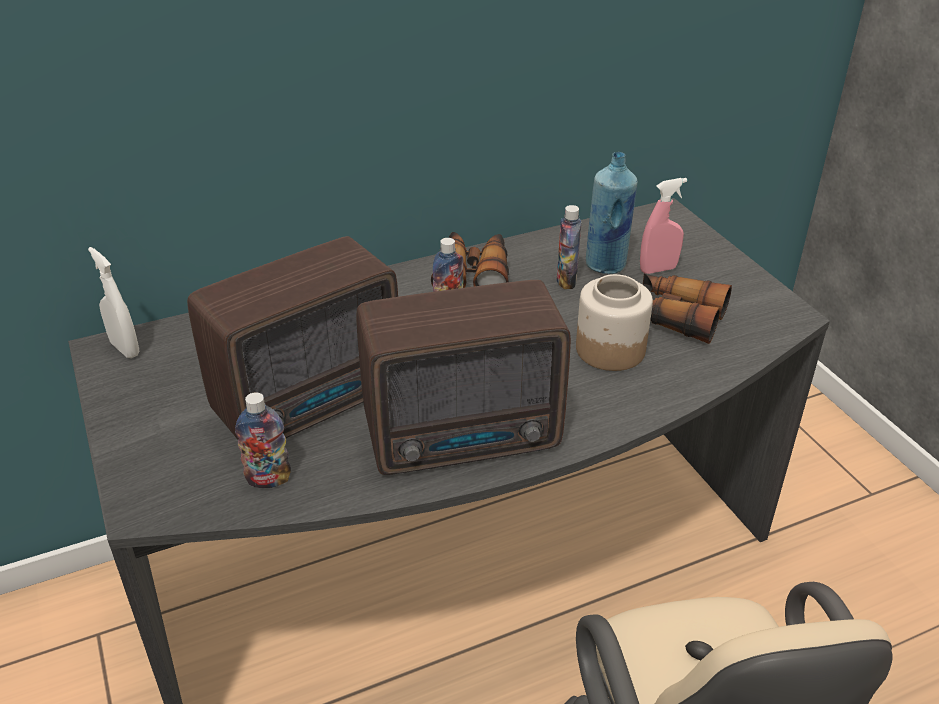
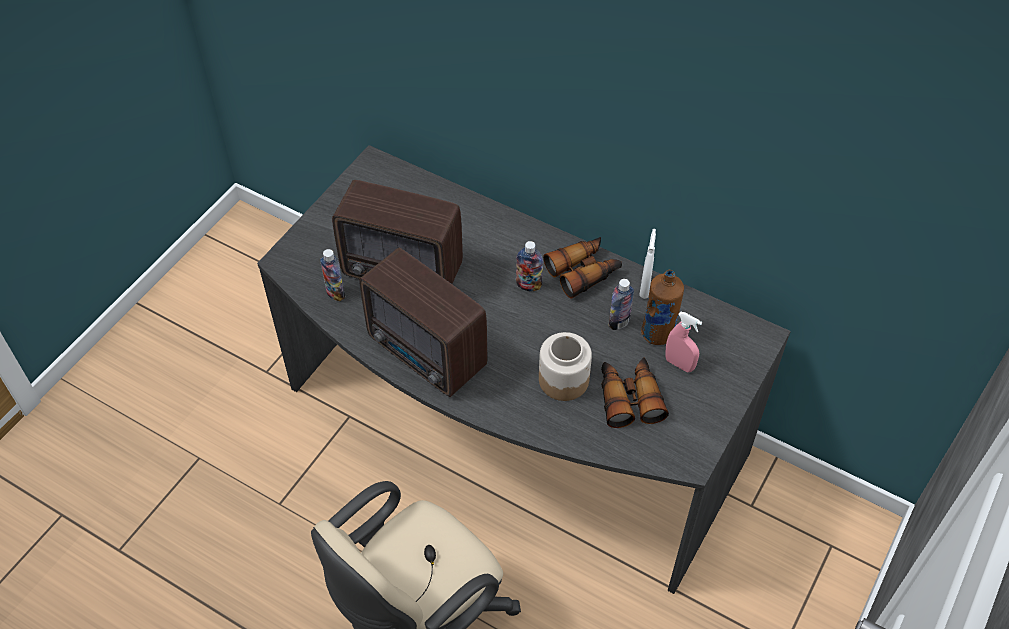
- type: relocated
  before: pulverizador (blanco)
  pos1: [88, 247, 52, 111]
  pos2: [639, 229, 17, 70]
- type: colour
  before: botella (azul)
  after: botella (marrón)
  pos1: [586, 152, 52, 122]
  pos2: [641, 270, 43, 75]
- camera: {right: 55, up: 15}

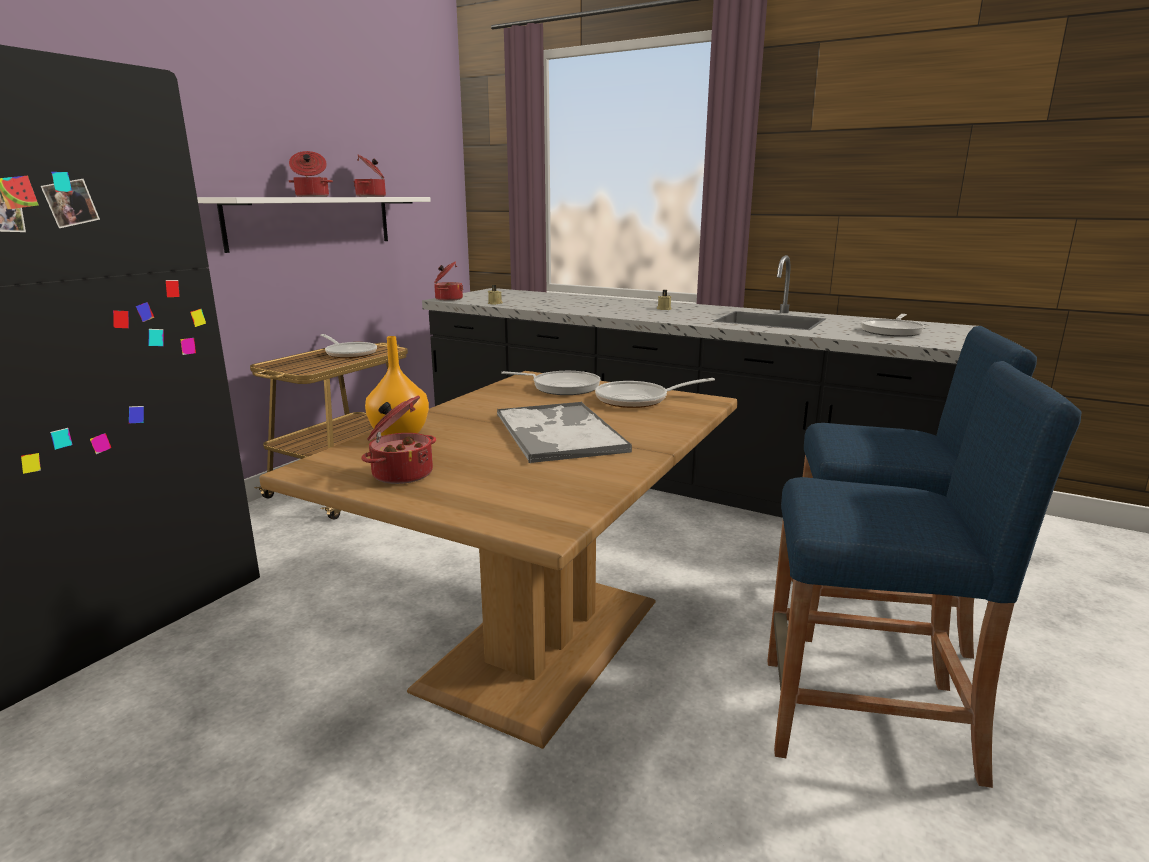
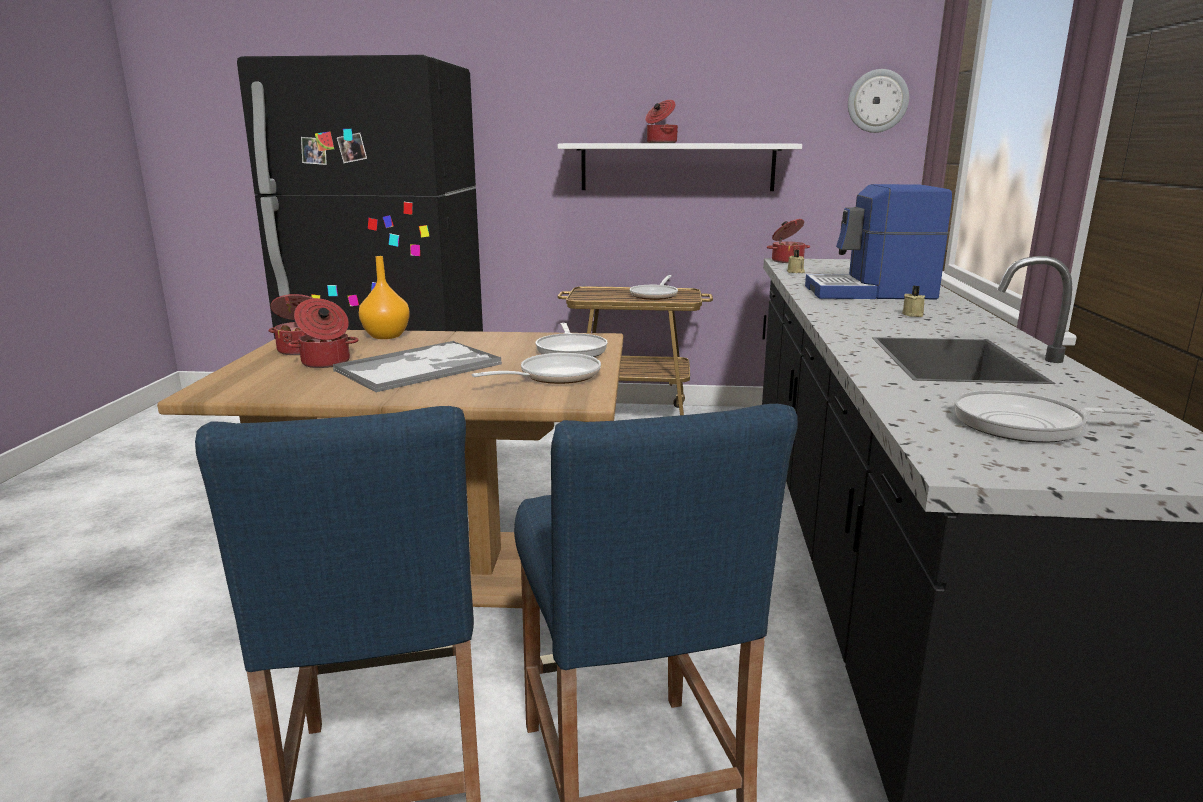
- type: relocated
  before: olla
  pos1: [354, 155, 32, 42]
  pos2: [288, 298, 71, 70]
- type: spun
  before: sartén
  pos1: [595, 378, 120, 30]
  pos2: [471, 353, 130, 31]
  turn: 90
- type: appeared
  after: cafetera
  pos2: [805, 184, 147, 115]
- type: appeared
  after: reloj de pared
  pos2: [848, 69, 61, 64]
- camera: {right: 65, up: 0}

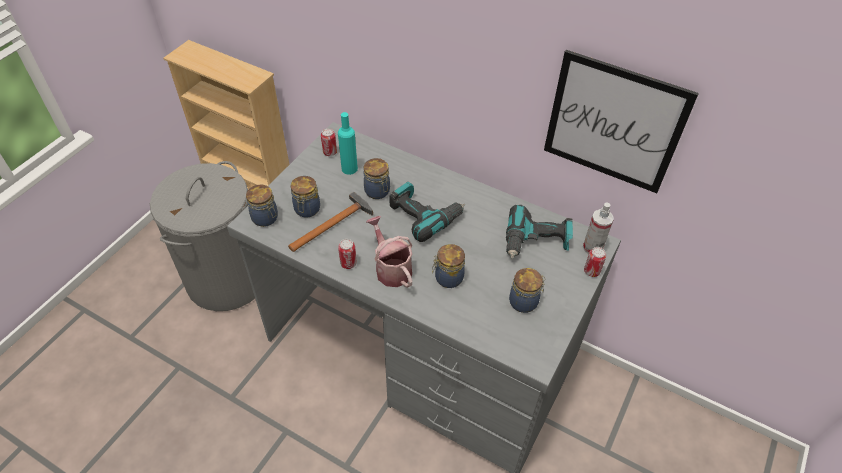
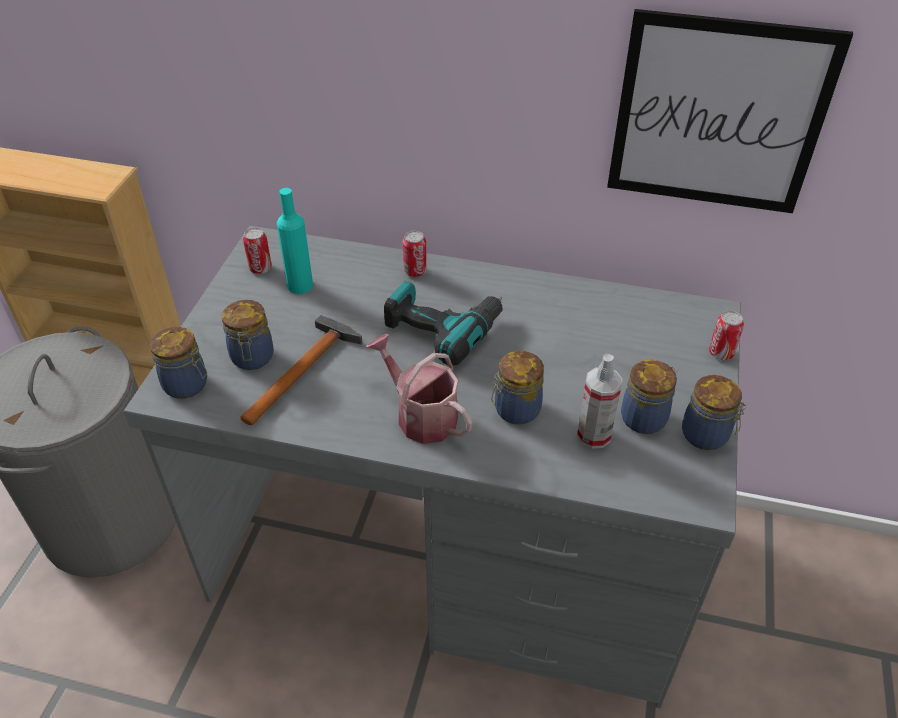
- type: relocated
  before: lata
  pos1: [338, 239, 19, 30]
  pos2: [403, 231, 24, 46]
- type: relocated
  before: pulverizador
  pos1: [583, 202, 31, 52]
  pos2: [577, 354, 45, 95]
- type: relocated
  before: tarro
  pos1: [364, 158, 26, 41]
  pos2: [682, 375, 64, 75]
- type: missing
  before: taladro
  pos1: [506, 205, 67, 54]
- camera: {right: -15, up: -5}

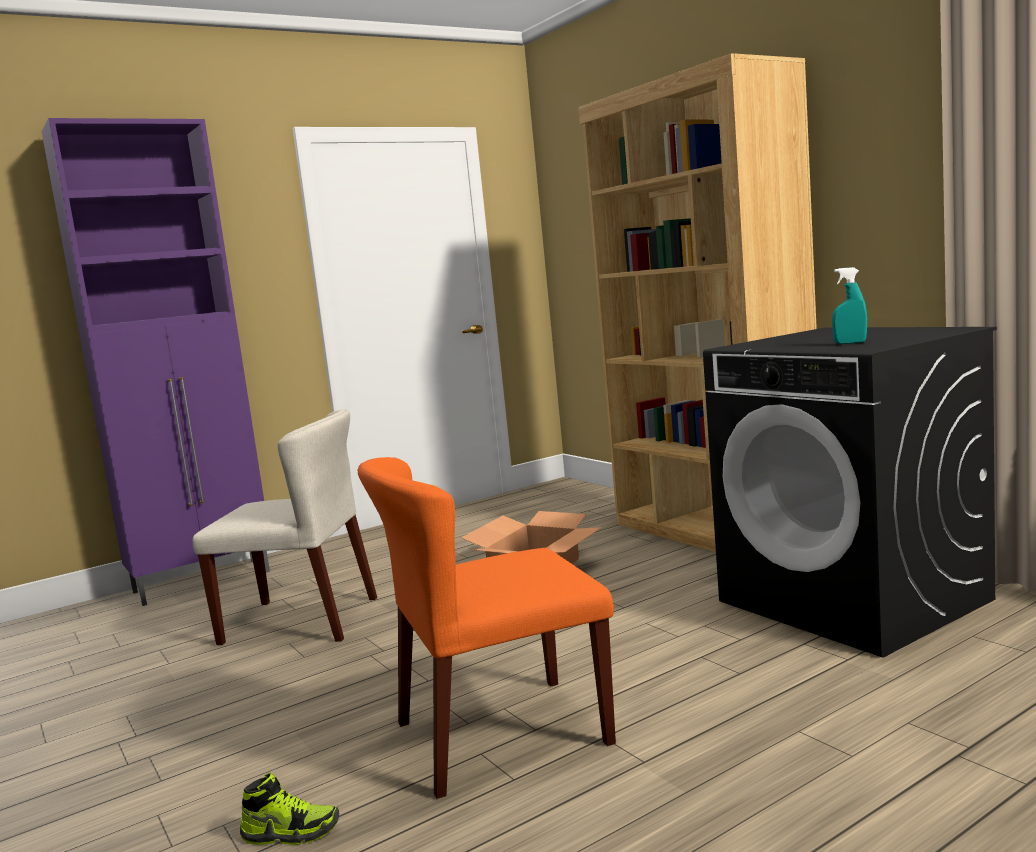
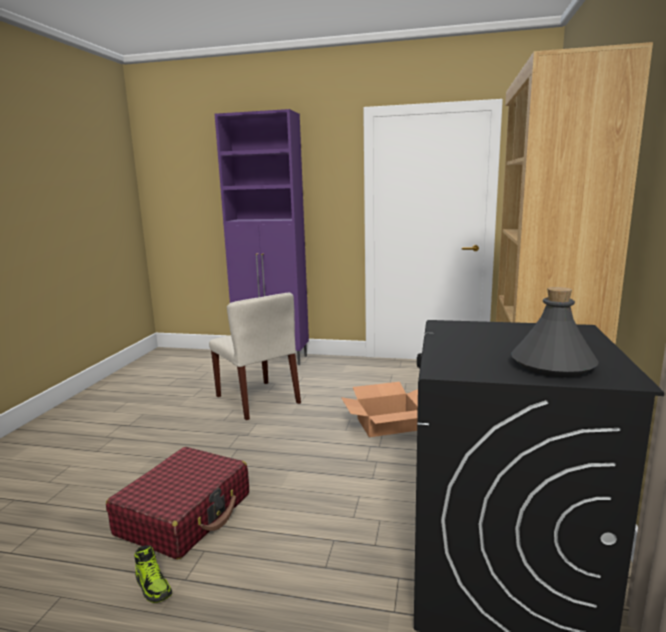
- type: exchanged
  before: silla (naranja)
  after: maleta (rojo)
  pos1: [358, 457, 258, 342]
  pos2: [106, 447, 143, 113]
- type: relocated
  before: zapato
  pos1: [240, 773, 99, 72]
  pos2: [134, 546, 38, 57]
- type: appeared
  after: botella (gris)
  pos2: [511, 287, 88, 90]
- type: missing
  before: pulverizador (turquesa)
  pos1: [832, 267, 35, 77]
- camera: {right: 45, up: 5}

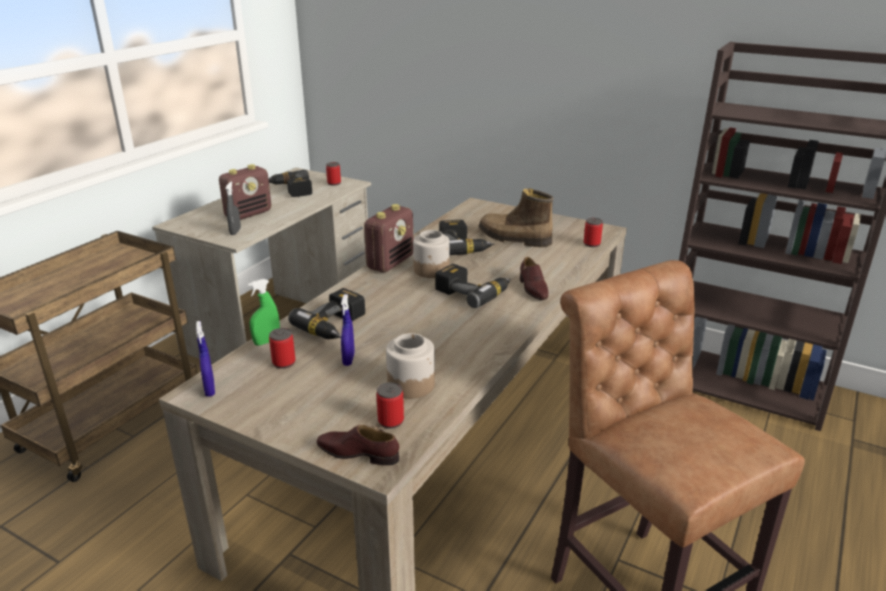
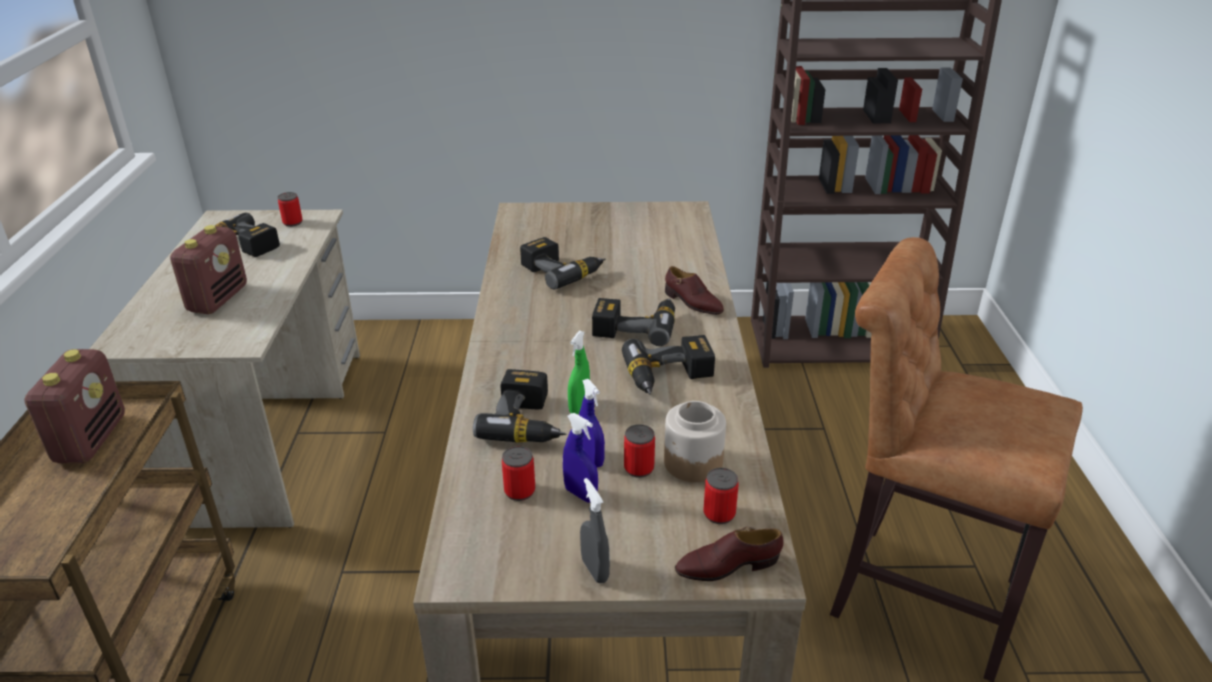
- type: relocated
  before: radio
  pos1: [364, 204, 49, 68]
  pos2: [24, 349, 101, 114]
- type: relocated
  before: pulverizador (azul)
  pos1: [196, 321, 19, 76]
  pos2: [563, 413, 35, 90]
- type: relocated
  before: pulverizador (verde)
  pos1: [248, 279, 32, 67]
  pos2: [568, 331, 22, 83]
- type: relocated
  before: pulverizador (gris)
  pos1: [225, 181, 16, 54]
  pos2: [580, 478, 30, 105]
- type: appeared
  after: taladro
  pos2: [622, 335, 93, 59]
- type: relocated
  before: lata
  pos1: [584, 218, 19, 29]
  pos2: [624, 424, 31, 54]
- type: missing
  before: tarro
  pos1: [413, 230, 37, 48]
- type: missing
  before: bota
  pos1: [479, 188, 75, 59]
- camera: {right: -30, up: 5}

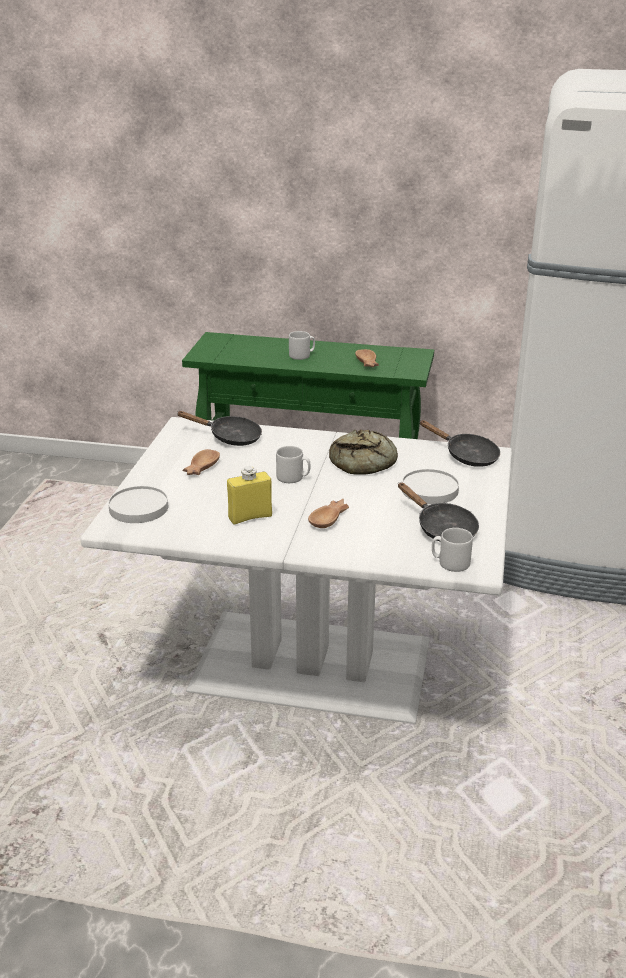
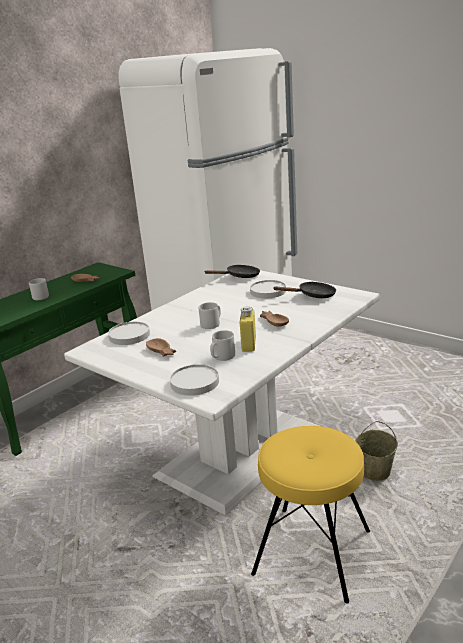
- type: exchanged
  before: sartén (negro)
  after: plato (blanco)
  pos1: [178, 411, 84, 35]
  pos2: [108, 322, 42, 23]
- type: relocated
  before: taza grande (gris)
  pos1: [432, 528, 41, 44]
  pos2: [210, 330, 25, 31]
- type: appeared
  after: taburete (amarillo)
  pos2: [251, 426, 119, 177]
- type: appeared
  after: cubo (beis)
  pos2: [355, 421, 43, 60]
- type: missing
  before: pan
  pos1: [329, 430, 69, 45]
- camera: {right: -60, up: -5}

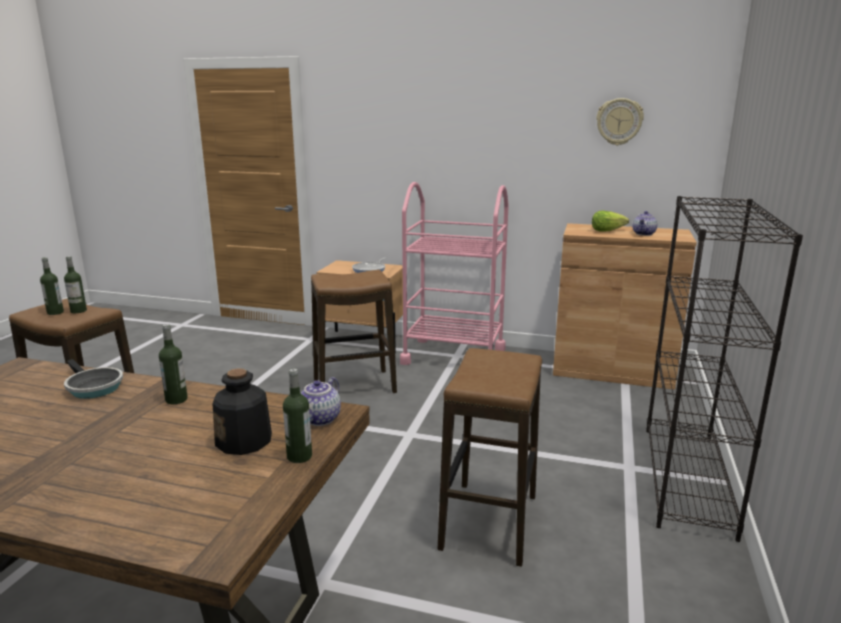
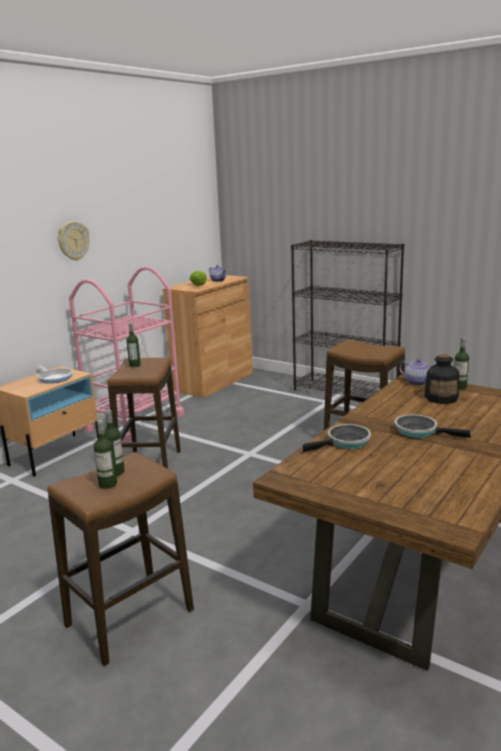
- type: relocated
  before: reloj de pared
  pos1: [596, 98, 48, 47]
  pos2: [58, 221, 32, 40]
- type: relocated
  before: botella
  pos1: [159, 324, 29, 80]
  pos2: [126, 323, 15, 44]
- type: appeared
  after: sartén
  pos2: [394, 414, 77, 24]
- camera: {right: -70, up: 0}

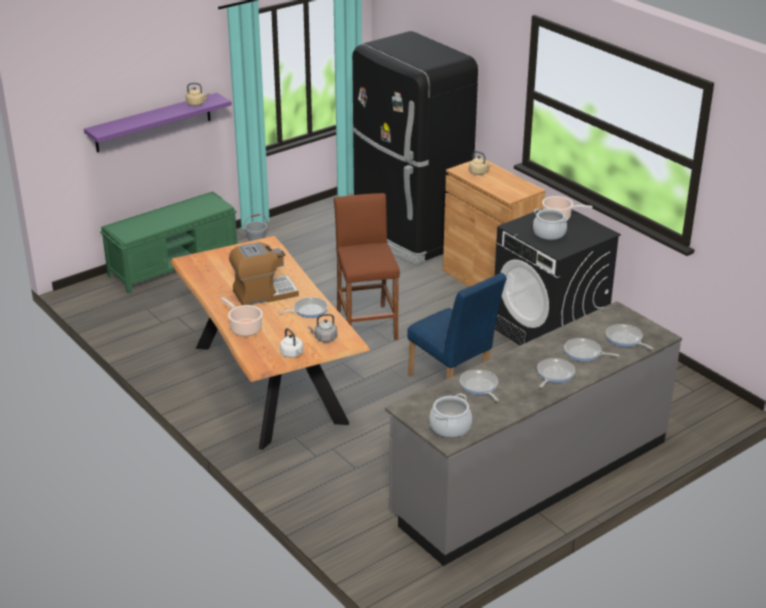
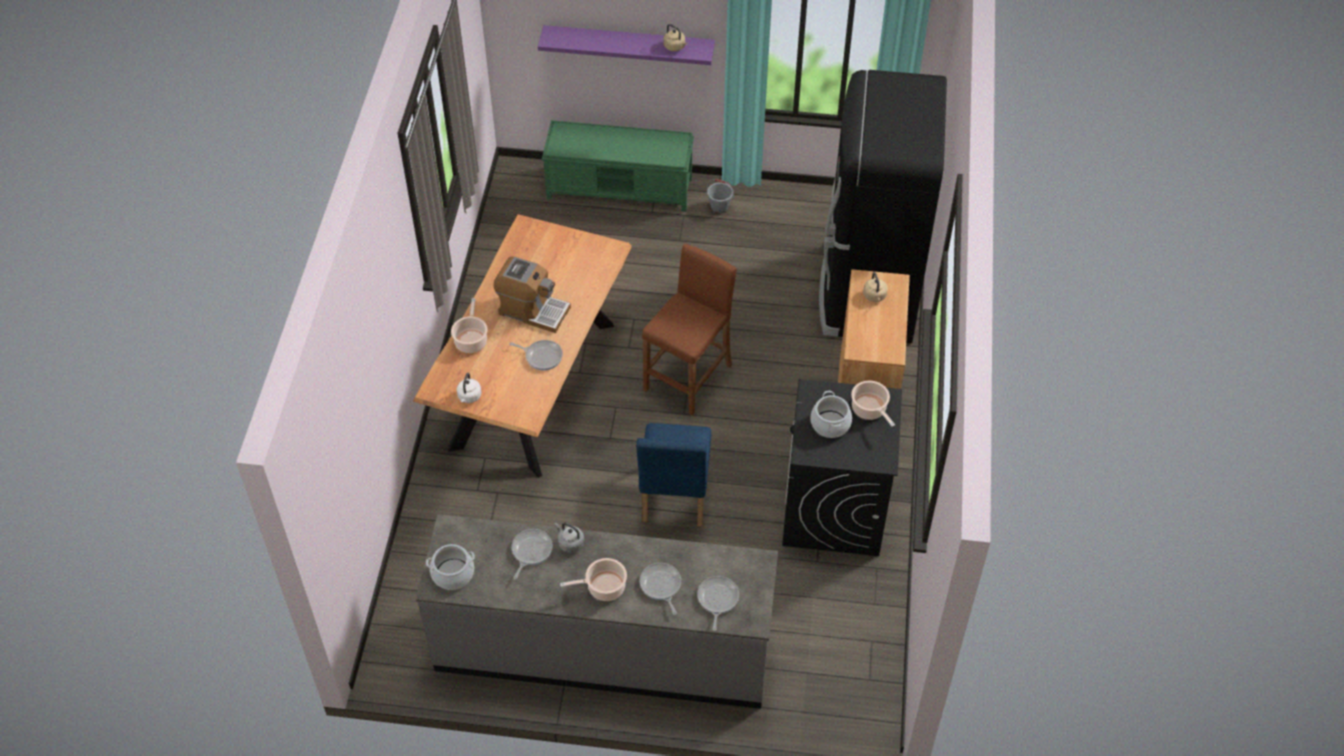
- type: relocated
  before: hervidor (gris)
  pos1: [308, 314, 29, 28]
  pos2: [555, 522, 29, 31]
- type: exchanged
  before: sartén
  after: olla
  pos1: [537, 358, 38, 30]
  pos2: [560, 558, 67, 43]
- camera: {right: 45, up: 20}

